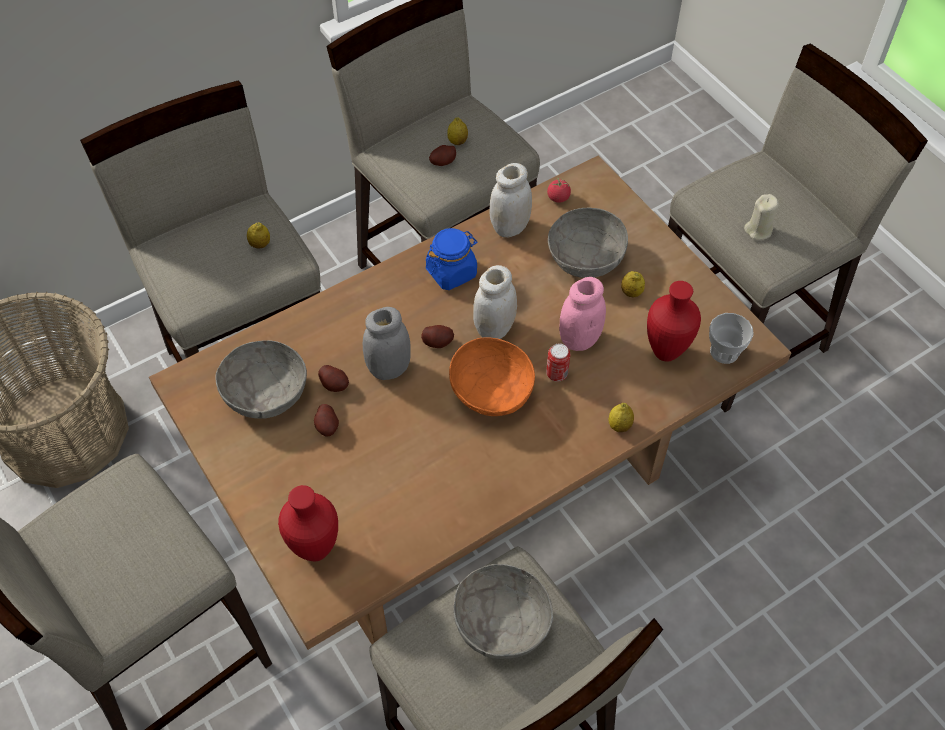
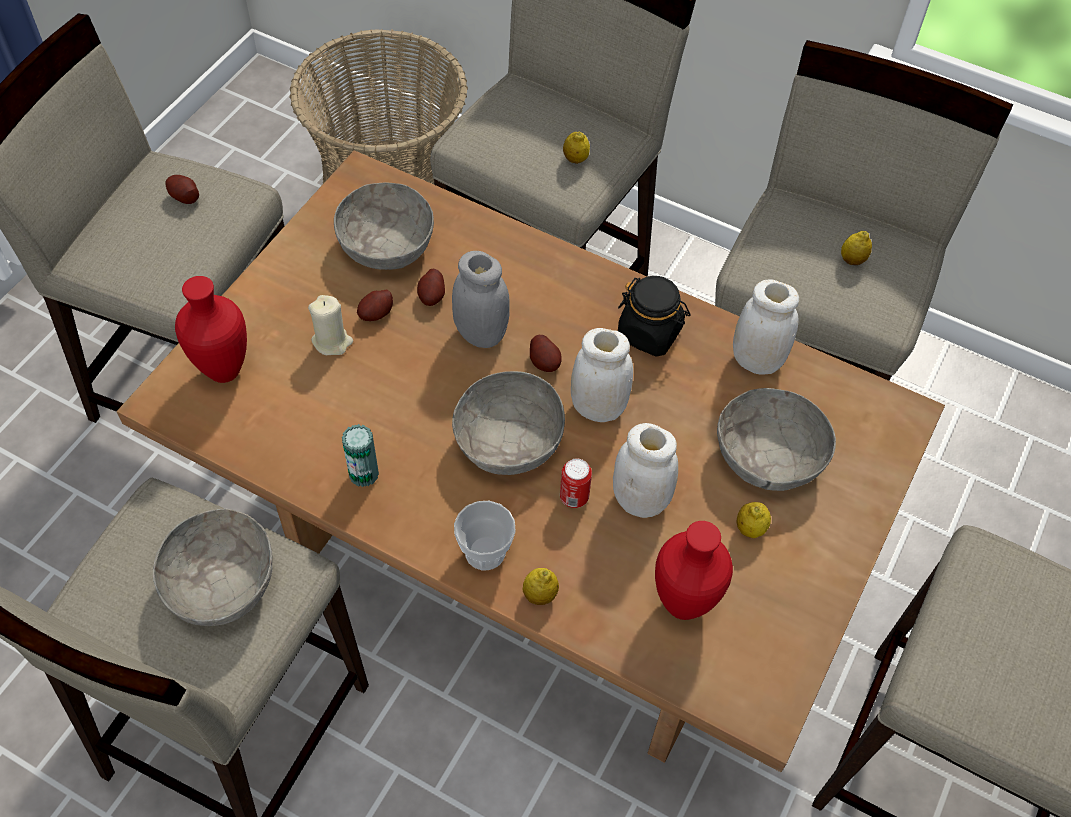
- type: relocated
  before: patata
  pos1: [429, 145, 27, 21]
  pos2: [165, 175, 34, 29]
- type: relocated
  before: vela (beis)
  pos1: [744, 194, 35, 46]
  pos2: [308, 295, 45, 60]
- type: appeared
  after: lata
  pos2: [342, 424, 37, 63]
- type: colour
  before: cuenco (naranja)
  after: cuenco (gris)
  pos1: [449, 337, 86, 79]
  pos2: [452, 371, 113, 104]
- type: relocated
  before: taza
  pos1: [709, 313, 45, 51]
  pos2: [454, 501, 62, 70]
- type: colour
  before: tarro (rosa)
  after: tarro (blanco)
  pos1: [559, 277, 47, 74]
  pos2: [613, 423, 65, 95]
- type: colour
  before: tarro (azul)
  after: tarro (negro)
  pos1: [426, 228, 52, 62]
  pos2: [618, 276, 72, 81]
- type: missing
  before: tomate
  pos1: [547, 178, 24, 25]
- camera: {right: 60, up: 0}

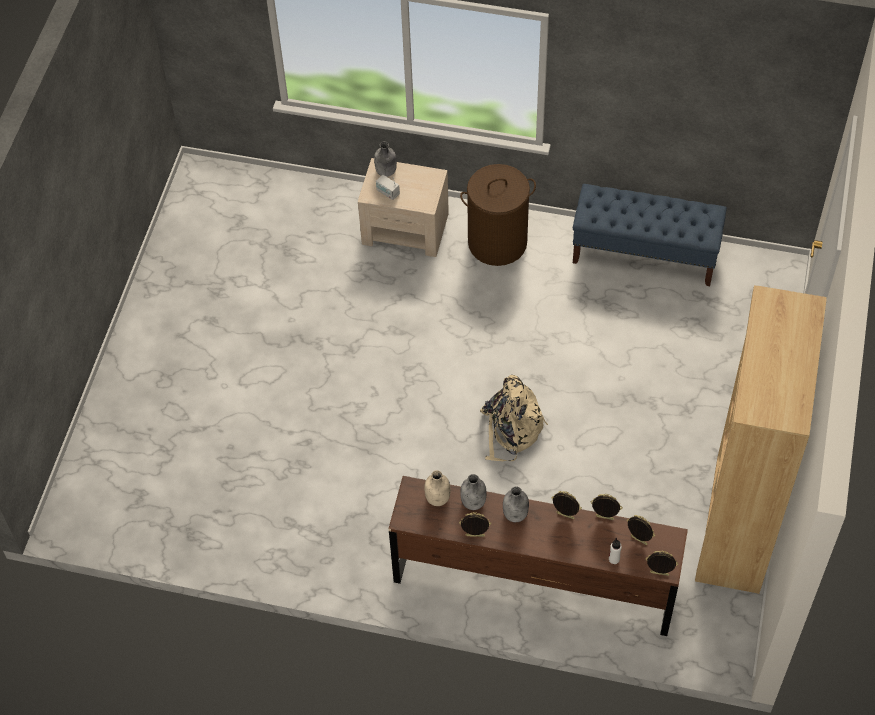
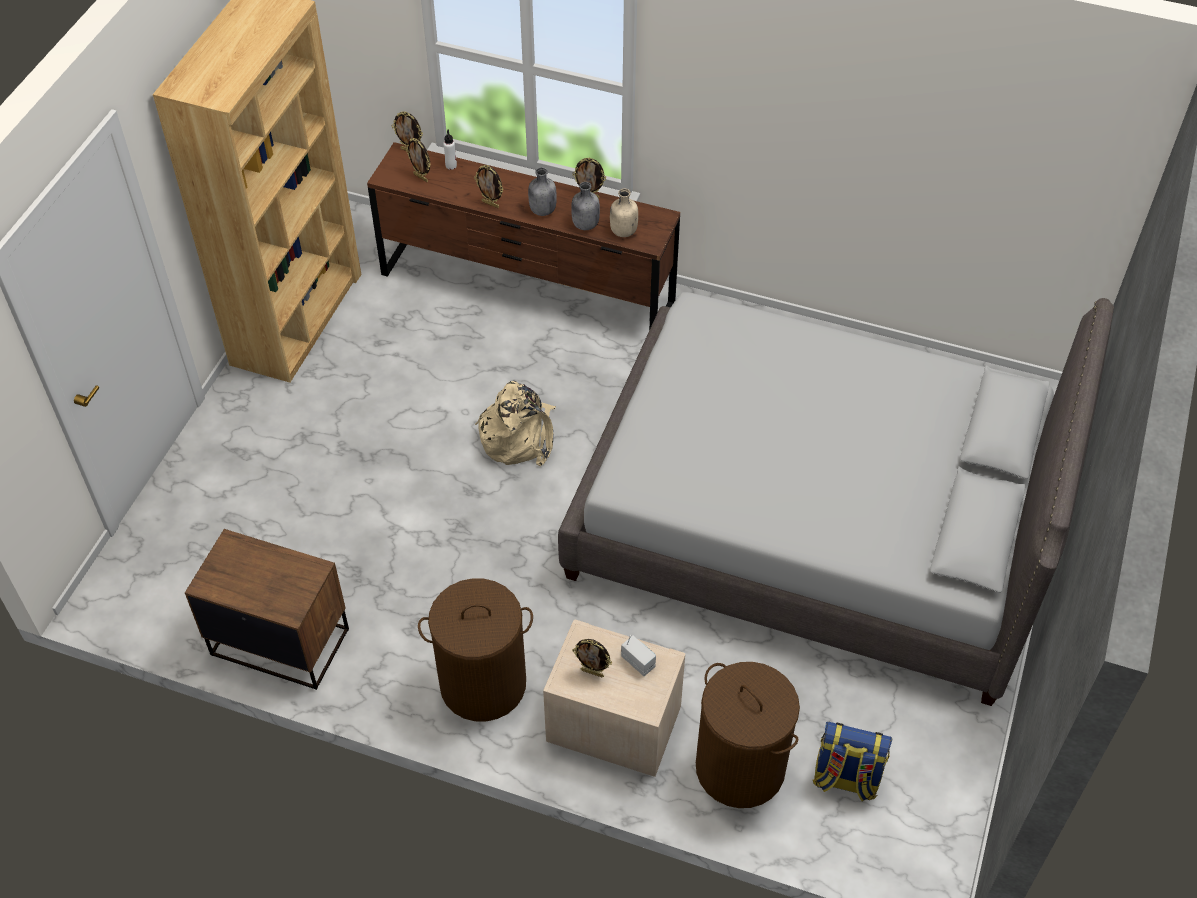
- type: exchanged
  before: banco (azul)
  after: mesita de noche (marrón)
  pos1: [573, 184, 154, 102]
  pos2: [185, 529, 164, 161]
- type: appeared
  after: cama (gris)
  pos2: [558, 292, 556, 414]
- type: relocated
  before: portarretratos
  pos1: [591, 494, 31, 26]
  pos2: [572, 639, 40, 38]
- type: appeared
  after: cesto de la ropa (marrón)
  pos2: [696, 662, 104, 146]
- type: appeared
  after: mochila
  pos2: [813, 722, 79, 80]
- type: missing
  before: botella (gris)
  pos1: [374, 141, 23, 36]
- camera: {right: -175, up: -5}

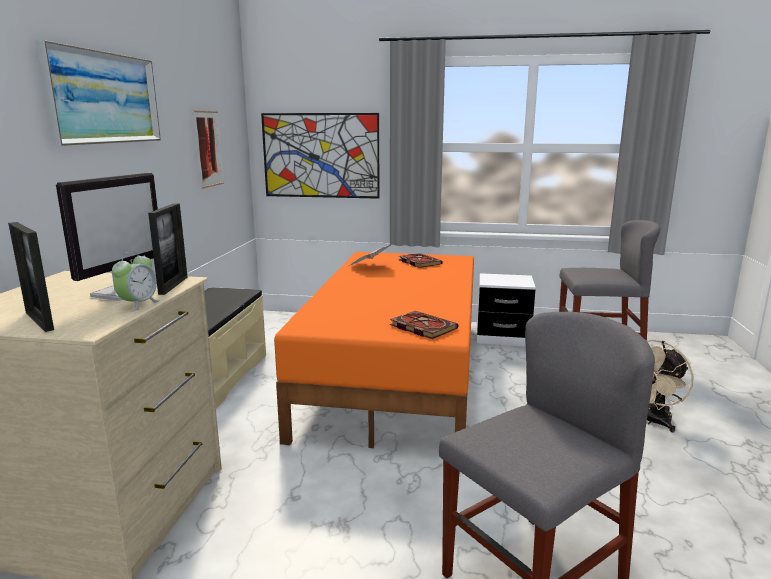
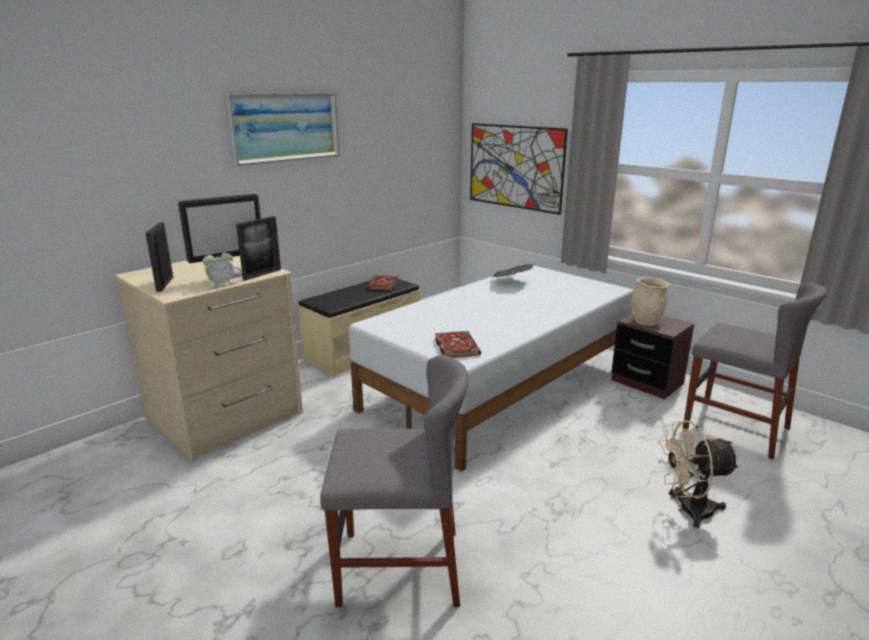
- type: colour
  before: cama (naranja)
  after: cama (blanco)
  pos1: [274, 252, 200, 196]
  pos2: [349, 266, 285, 206]
- type: relocated
  before: libro
  pos1: [399, 253, 44, 15]
  pos2: [368, 275, 31, 15]
- type: colour
  before: mesita de noche (blanco)
  after: mesita de noche (marrón)
  pos1: [477, 273, 59, 73]
  pos2: [611, 313, 84, 86]
- type: appeared
  after: florero (beis)
  pos2: [631, 277, 38, 49]
- type: missing
  before: cuadro
  pos1: [194, 111, 30, 78]
- camera: {right: 35, up: 5}

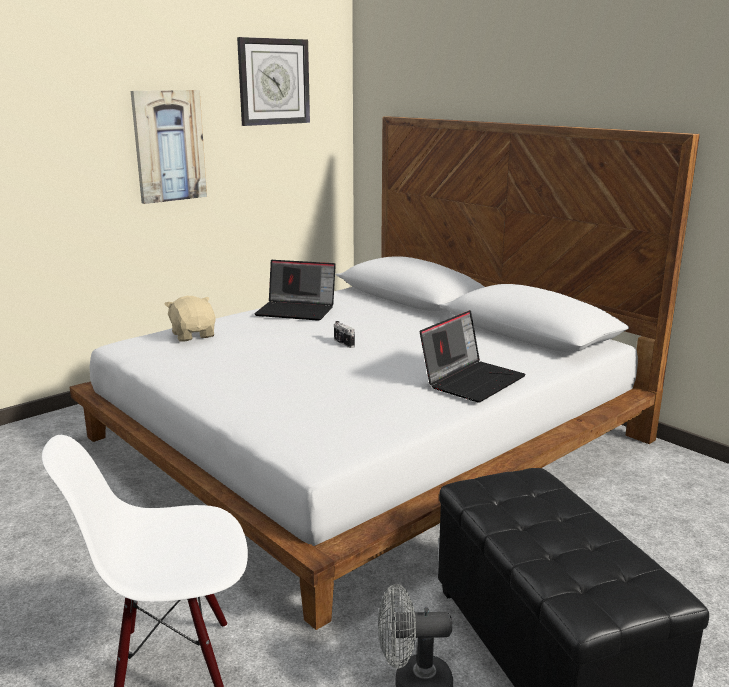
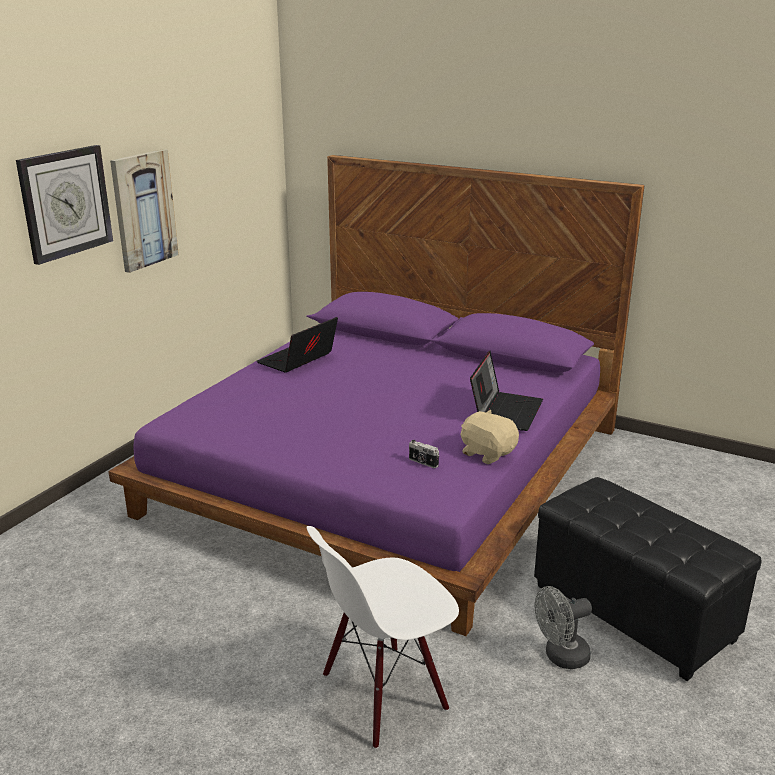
- type: relocated
  before: reloj de pared
  pos1: [237, 37, 73, 89]
  pos2: [16, 145, 97, 120]
- type: colour
  before: cama (blanco)
  after: cama (morado)
  pos1: [69, 116, 631, 514]
  pos2: [108, 155, 537, 481]
- type: spun
  before: portátil
  pos1: [254, 260, 82, 61]
  pos2: [257, 317, 81, 56]
  turn: 135
- type: relocated
  before: cámara
  pos1: [334, 321, 21, 27]
  pos2: [409, 440, 30, 28]
- type: relocated
  before: peluche (beis)
  pos1: [165, 296, 51, 46]
  pos2: [461, 410, 58, 54]
- camera: {right: -20, up: 5}

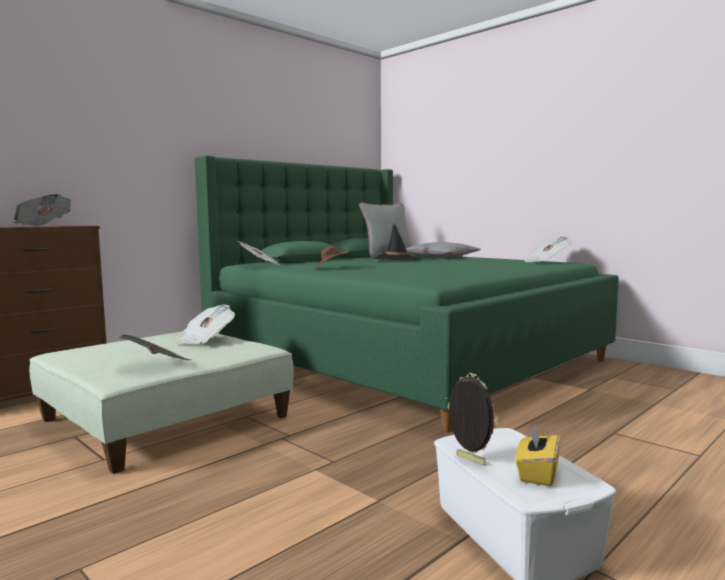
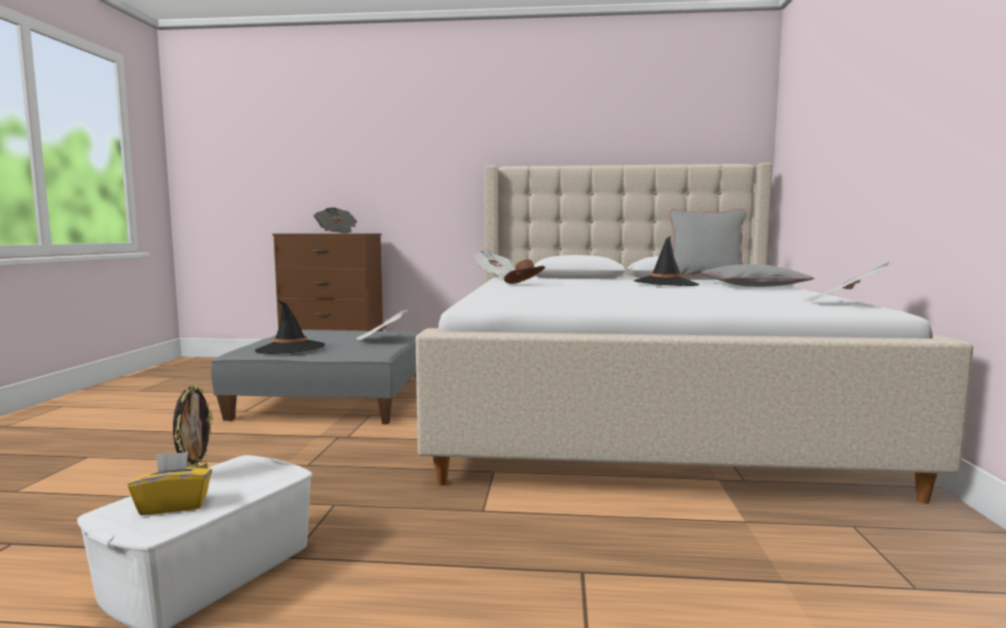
- type: colour
  before: puf (verde)
  after: puf (gris)
  pos1: [29, 331, 265, 143]
  pos2: [211, 330, 210, 94]
- type: exchanged
  before: periódico
  after: sombrero (negro)
  pos1: [119, 335, 72, 25]
  pos2: [255, 301, 70, 53]
- type: colour
  before: cama (verde)
  after: cama (beis)
  pos1: [195, 155, 424, 278]
  pos2: [416, 163, 557, 341]
- camera: {right: 50, up: 0}

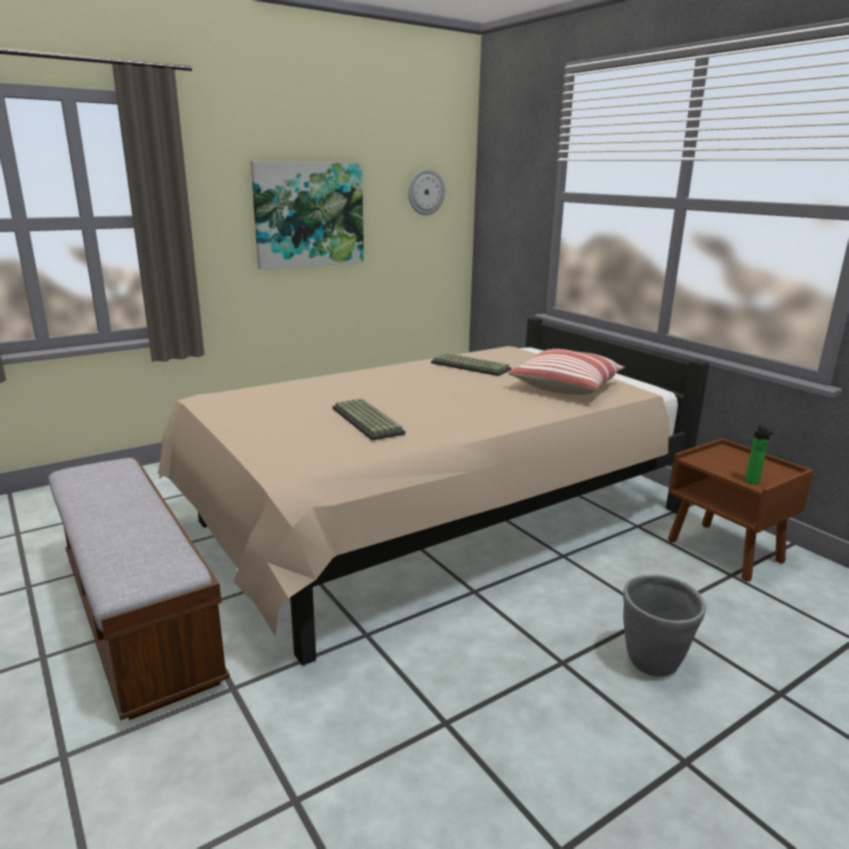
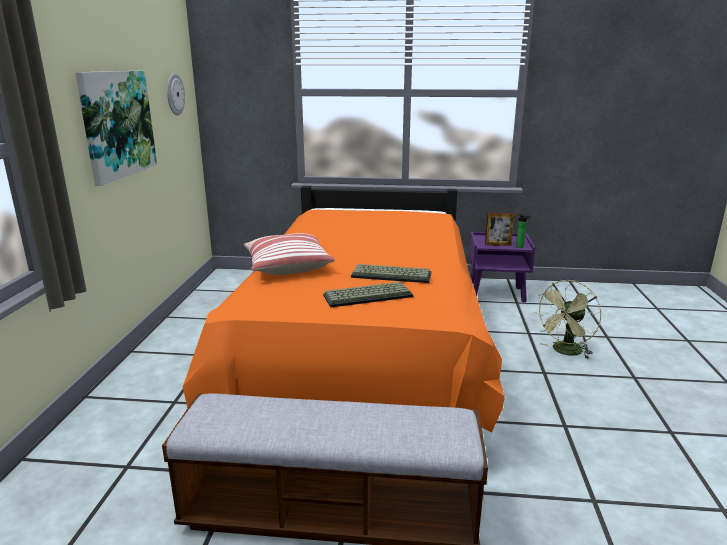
- type: colour
  before: cama (beis)
  after: cama (naranja)
  pos1: [158, 317, 552, 349]
  pos2: [183, 186, 322, 247]
- type: relocated
  before: cojín
  pos1: [508, 349, 117, 46]
  pos2: [244, 233, 91, 42]
- type: relocated
  before: teclado
  pos1: [431, 353, 80, 23]
  pos2: [323, 282, 90, 25]
- type: colour
  before: mesita de noche (marrón)
  after: mesita de noche (morado)
  pos1: [668, 438, 146, 143]
  pos2: [469, 232, 66, 70]
- type: appeared
  after: portarretratos
  pos2: [485, 213, 30, 33]
- type: exchanged
  before: maceta (gris)
  after: ventilador (verde)
  pos1: [623, 574, 83, 103]
  pos2: [535, 280, 66, 79]
- camera: {right: -50, up: 0}

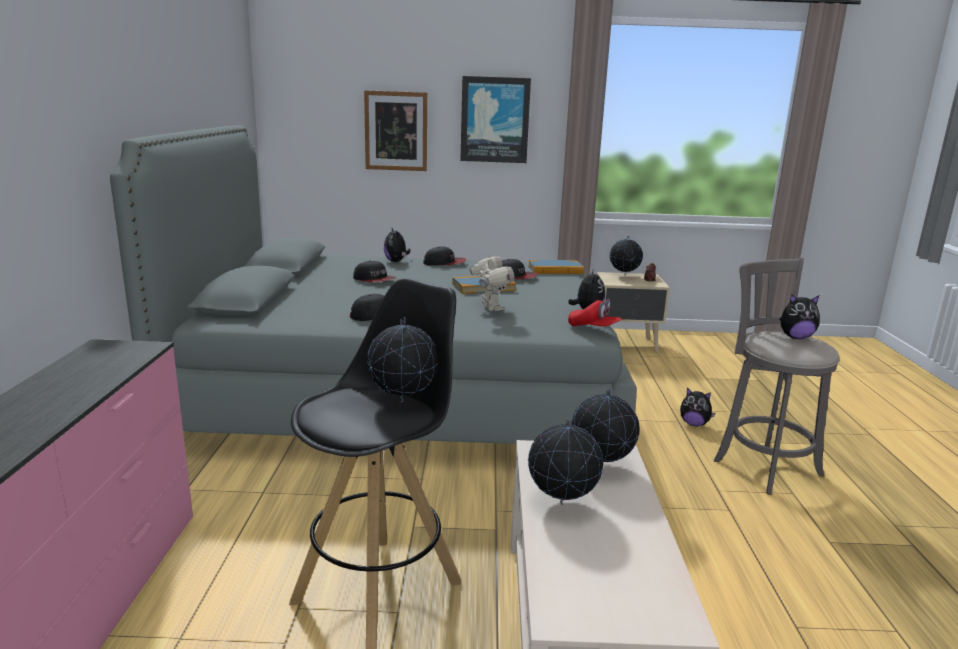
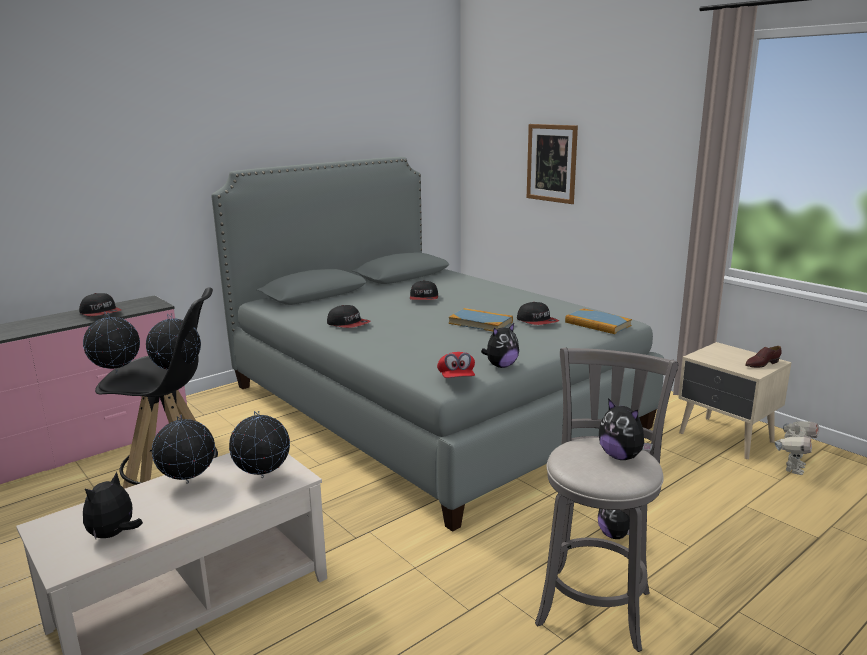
- type: relocated
  before: gorra
  pos1: [423, 247, 43, 19]
  pos2: [79, 293, 43, 23]
- type: relocated
  before: globo terráqueo
  pos1: [610, 236, 33, 40]
  pos2: [83, 312, 57, 62]
- type: relocated
  before: peluche
  pos1: [384, 228, 27, 34]
  pos2: [83, 471, 60, 68]
- type: relocated
  before: robot de juguete
  pos1: [469, 254, 46, 57]
  pos2: [774, 421, 45, 54]
- type: missing
  before: cuadro
  pos1: [460, 76, 71, 87]
- camera: {right: 50, up: 0}

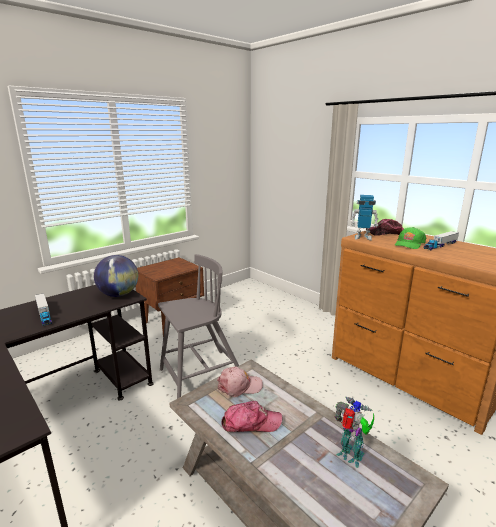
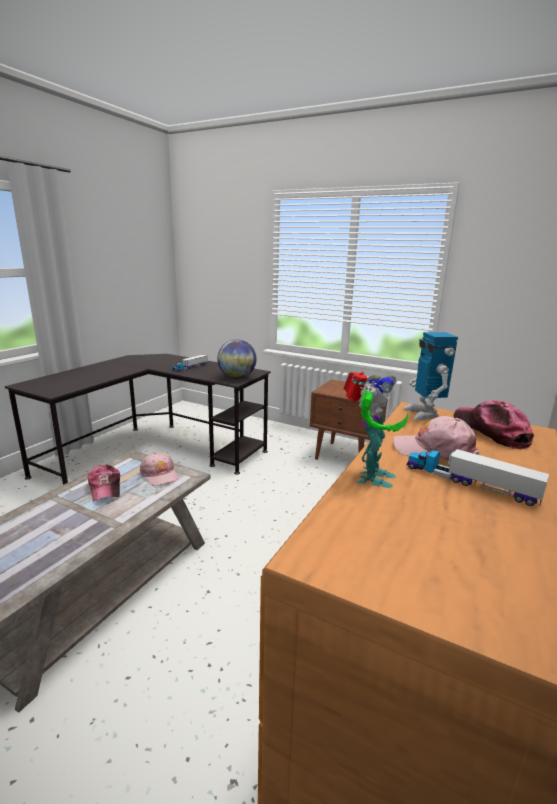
- type: relocated
  before: robot de juguete
  pos1: [335, 397, 39, 71]
  pos2: [344, 372, 64, 116]
- type: colour
  before: gorra (verde)
  after: gorra (rosa)
  pos1: [395, 227, 31, 22]
  pos2: [393, 416, 86, 44]
- type: missing
  before: silla (gris)
  pos1: [158, 254, 81, 145]
- camera: {right: 70, up: 0}

